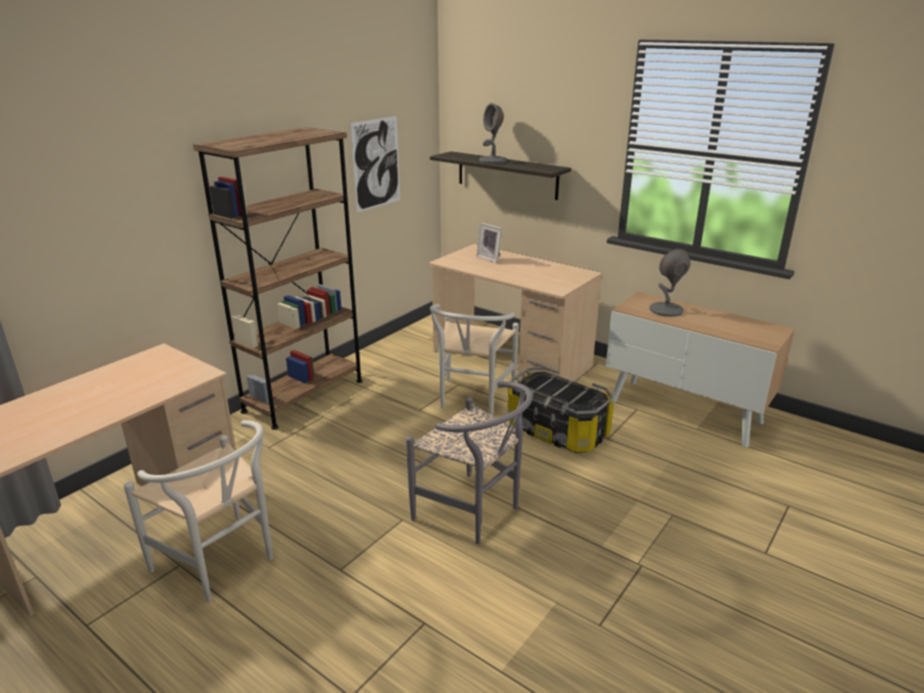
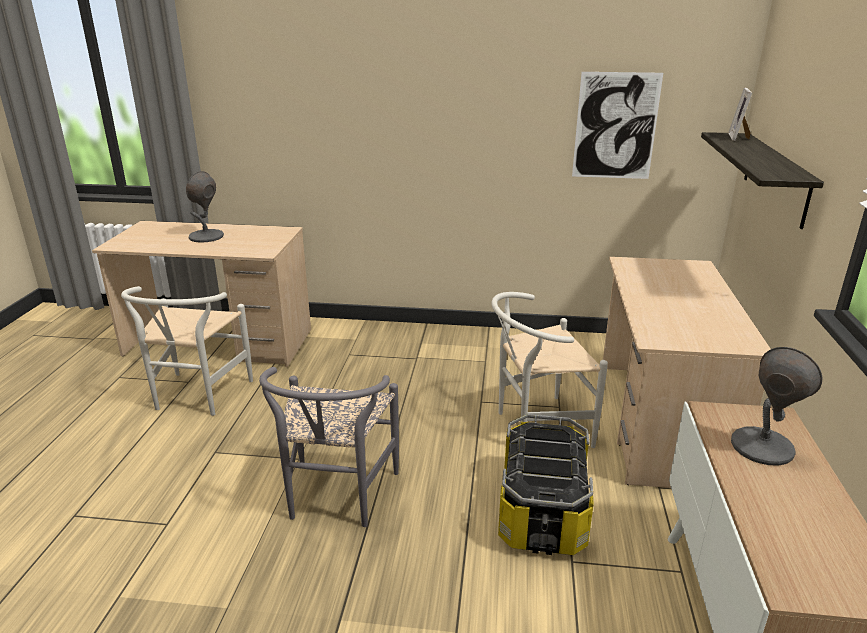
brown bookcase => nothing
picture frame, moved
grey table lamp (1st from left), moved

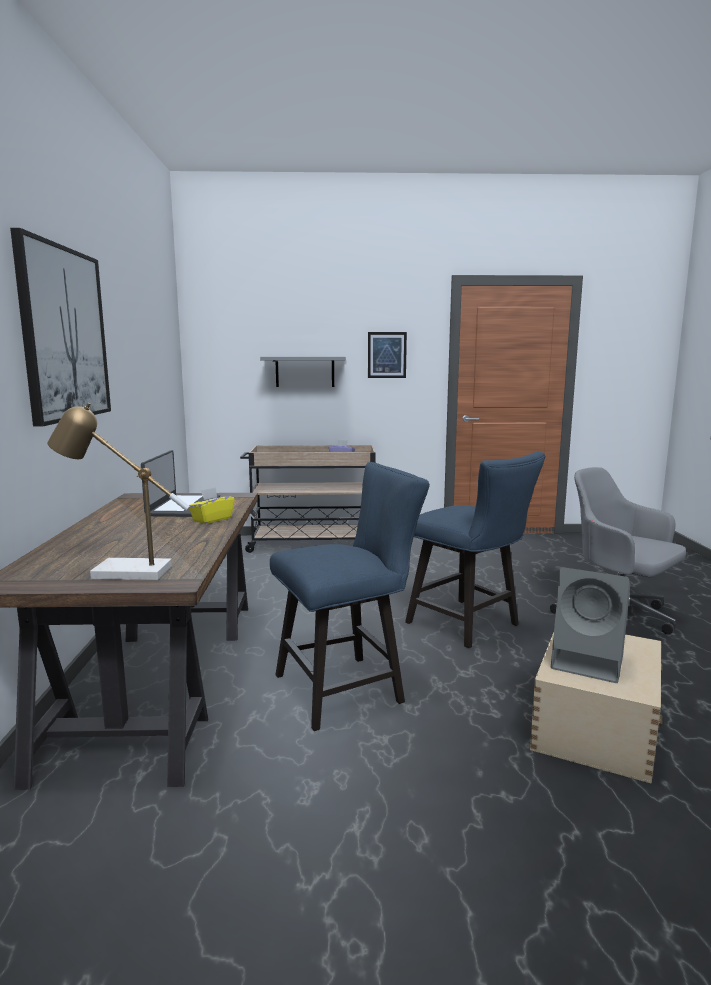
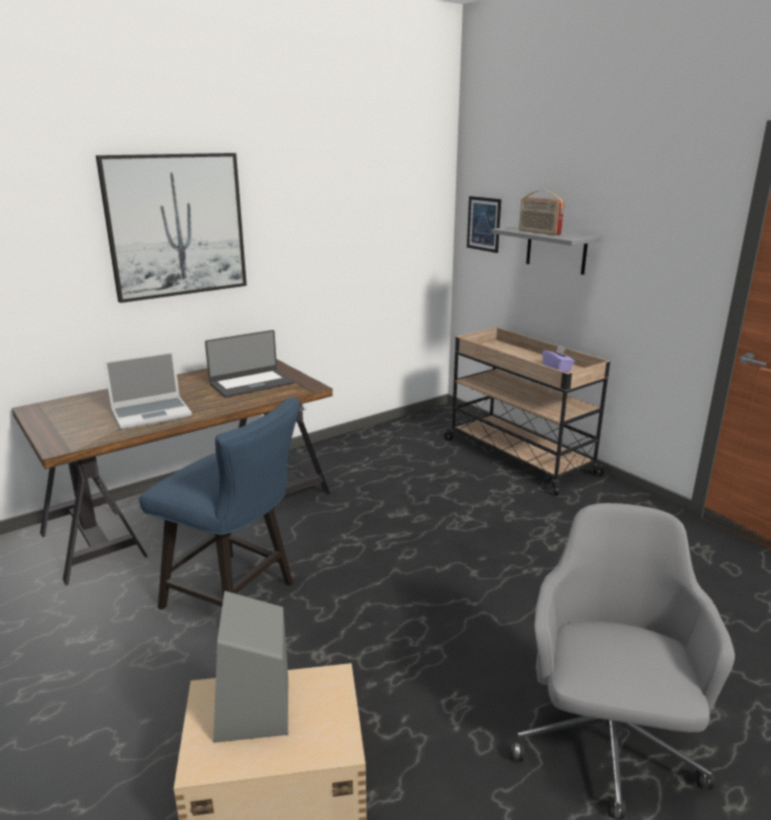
table lamp => nothing
yellow tissue box => nothing
picture (2nd from left), moved
blue chair (2nd from left) => nothing
nothing => laptop (1st from left)
nothing => radio

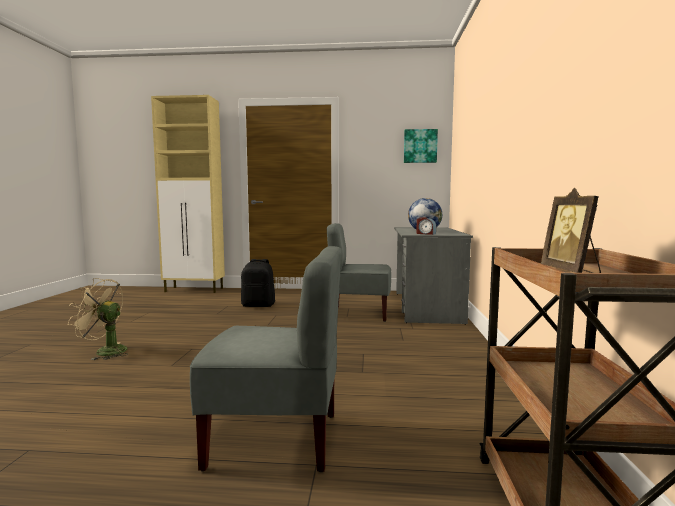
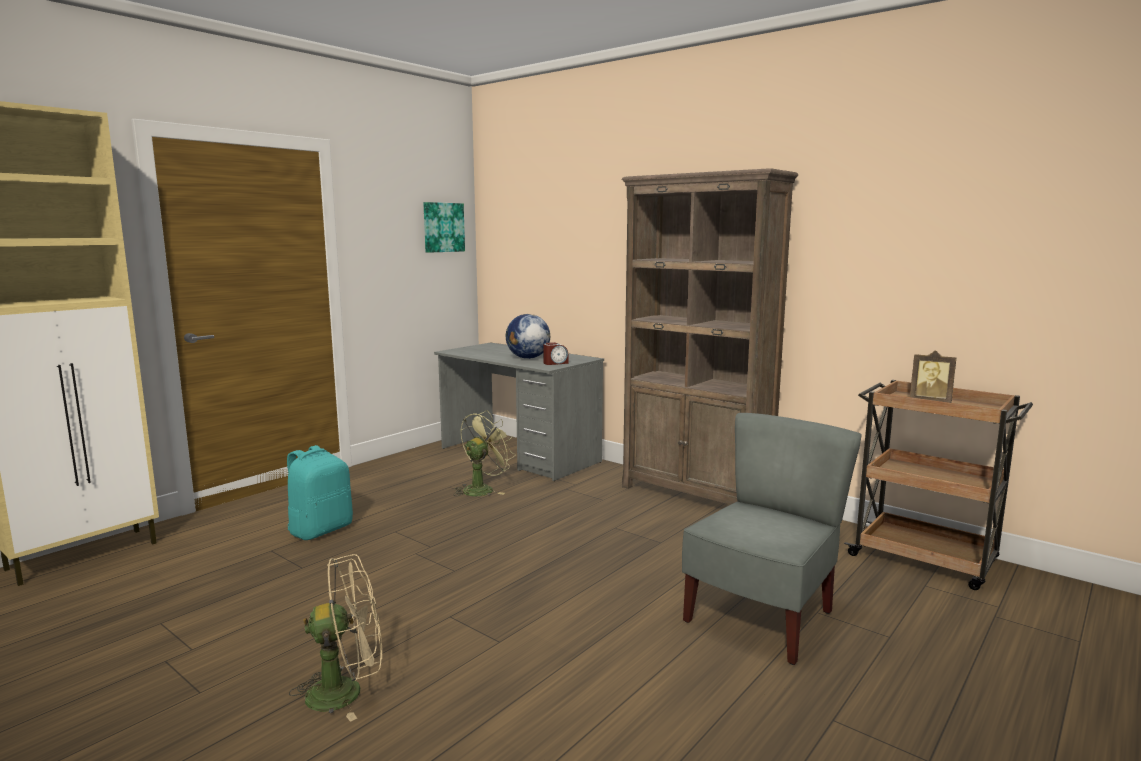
beige fan, 150 degrees counterclockwise
black backpack => turquoise backpack
grey chair (2nd from left) => green fan
nothing => brown bookcase

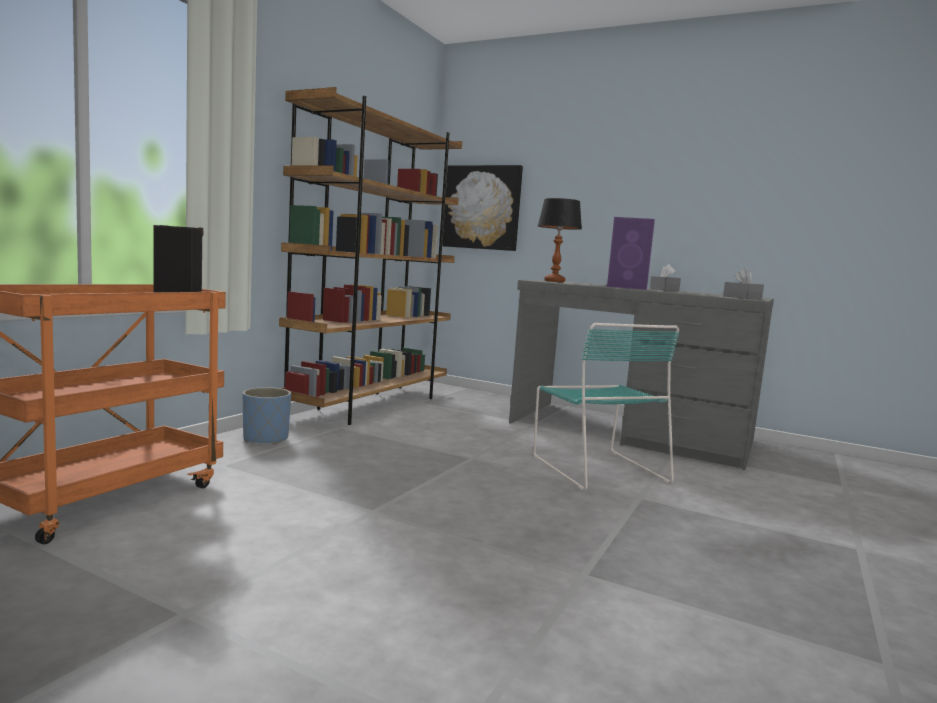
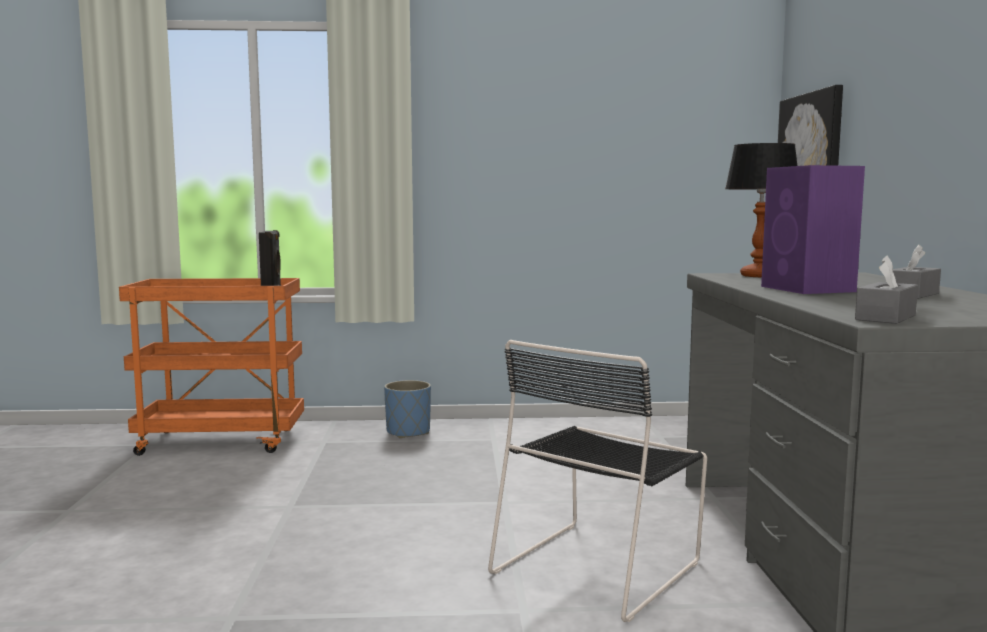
brown bookcase => nothing
turquoise chair => black chair

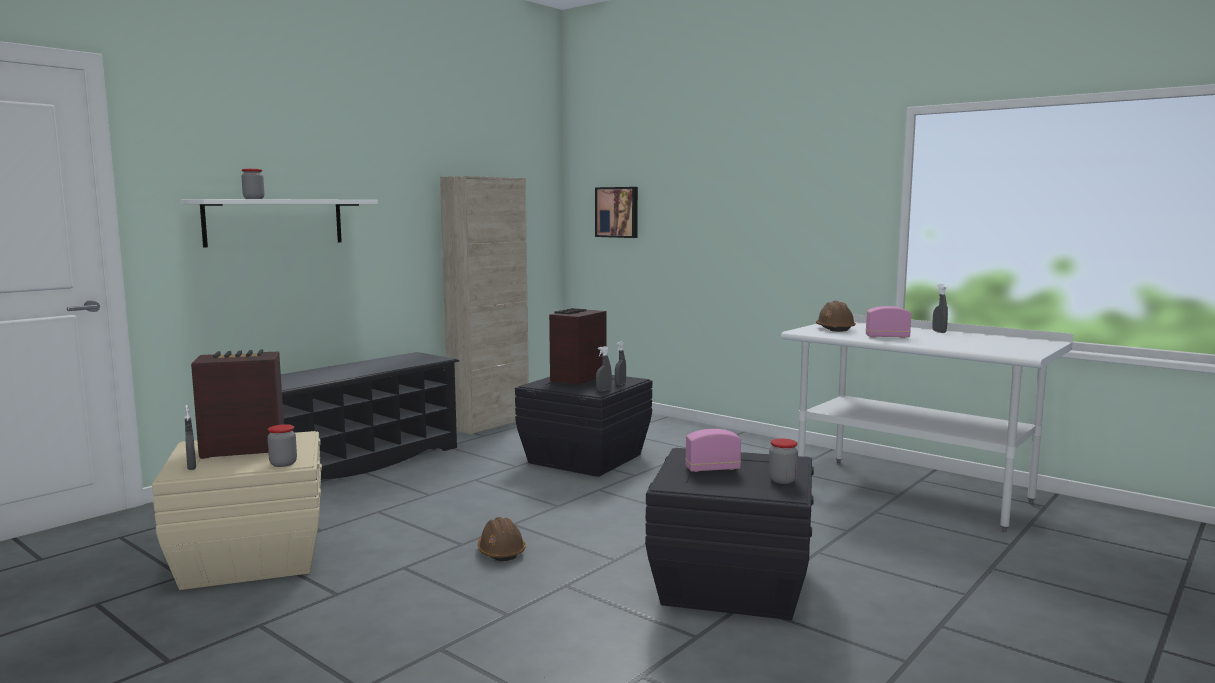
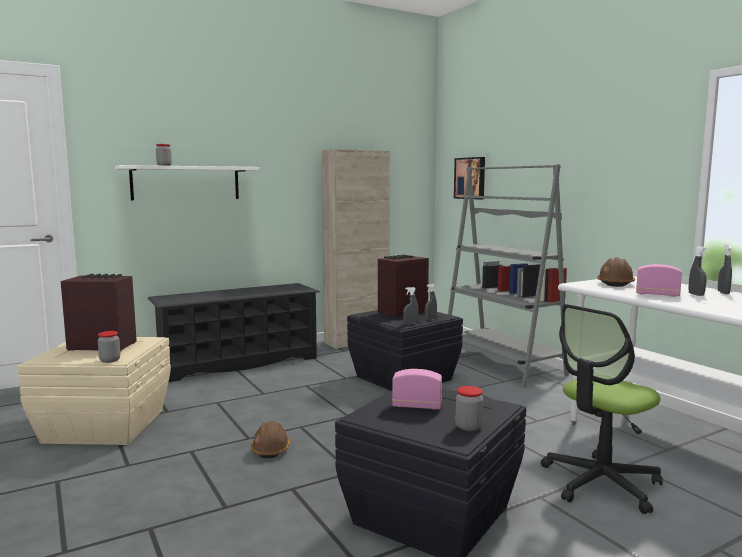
grey spray bottle (1st from left in the first image) => grey spray bottle (3rd from left), moved
nothing => grey bookcase
nothing => office chair

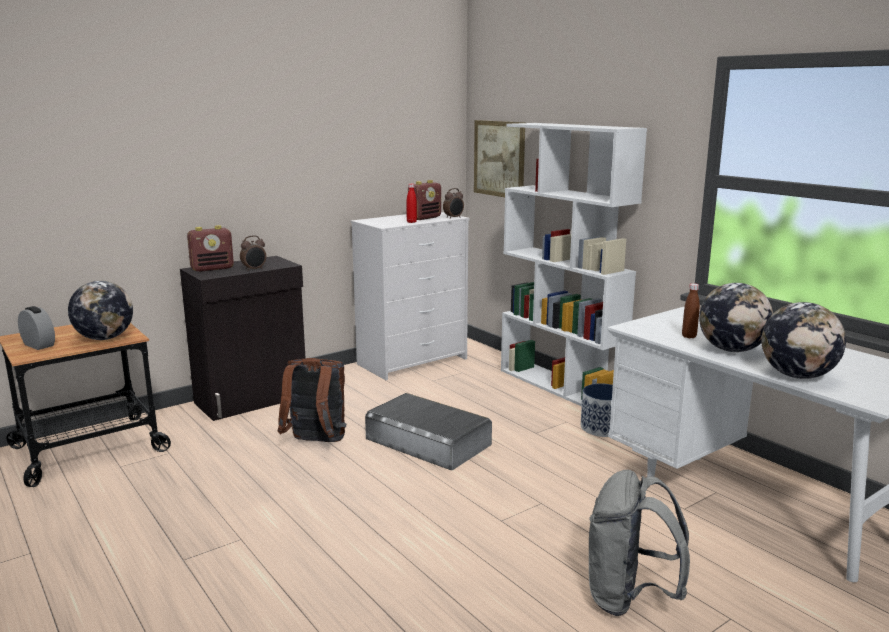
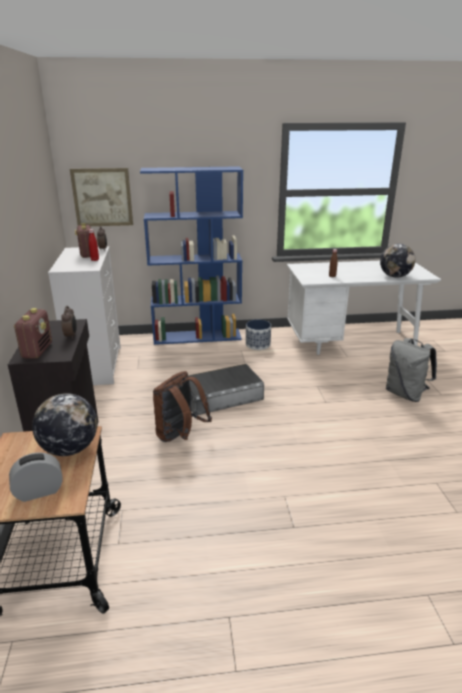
white bookcase => blue bookcase
globe (2nd from left) => nothing

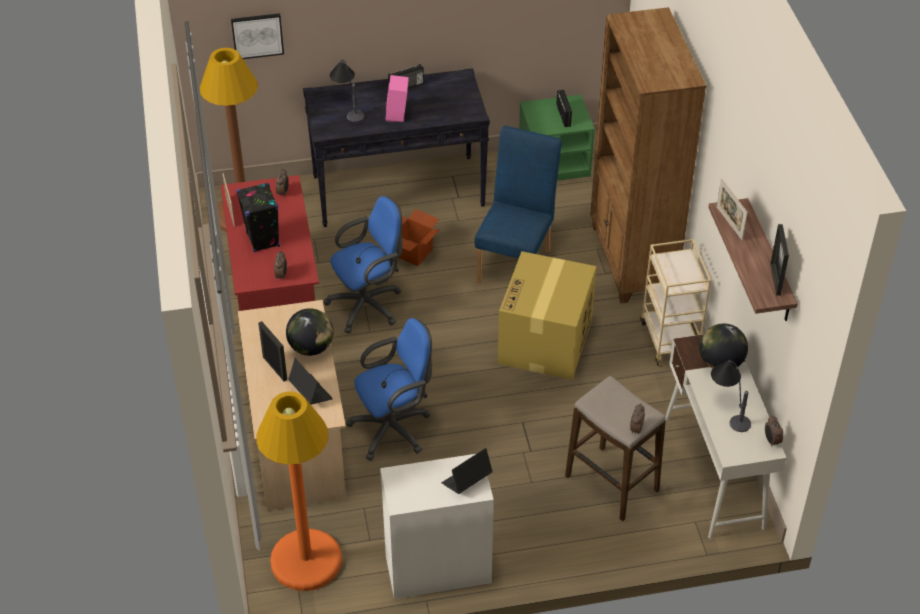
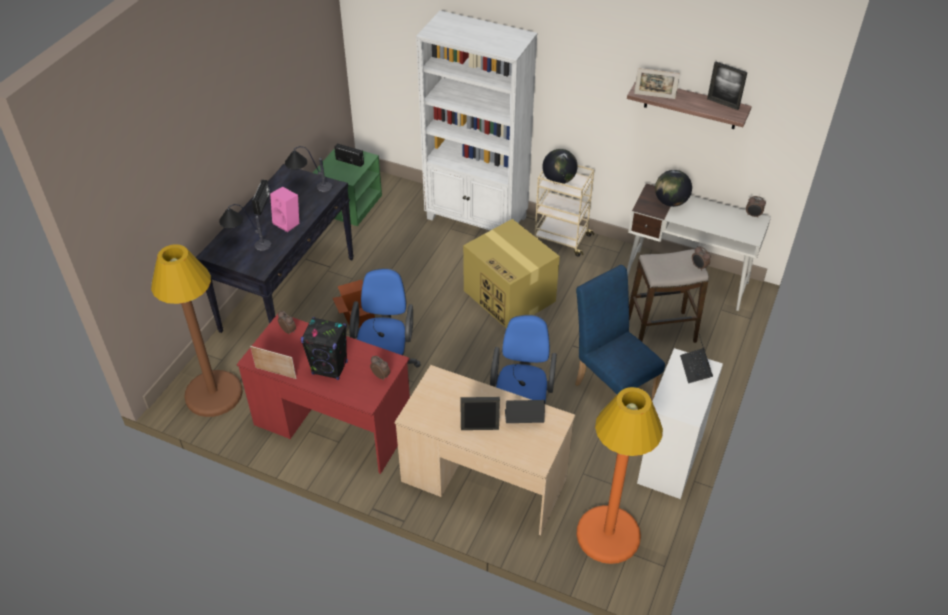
picture => nothing
globe (1st from left), moved
blue chair, moved
brown bookcase => white bookcase
table lamp (2nd from left), moved

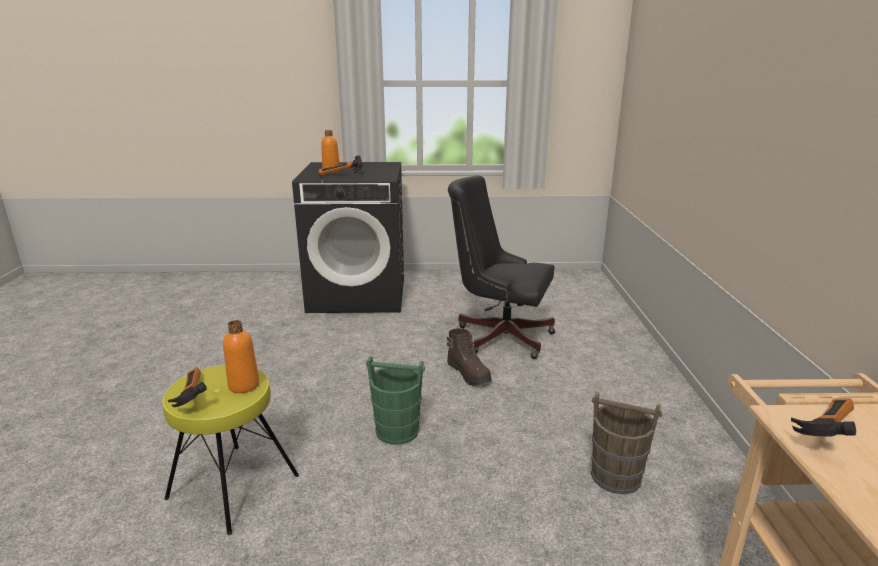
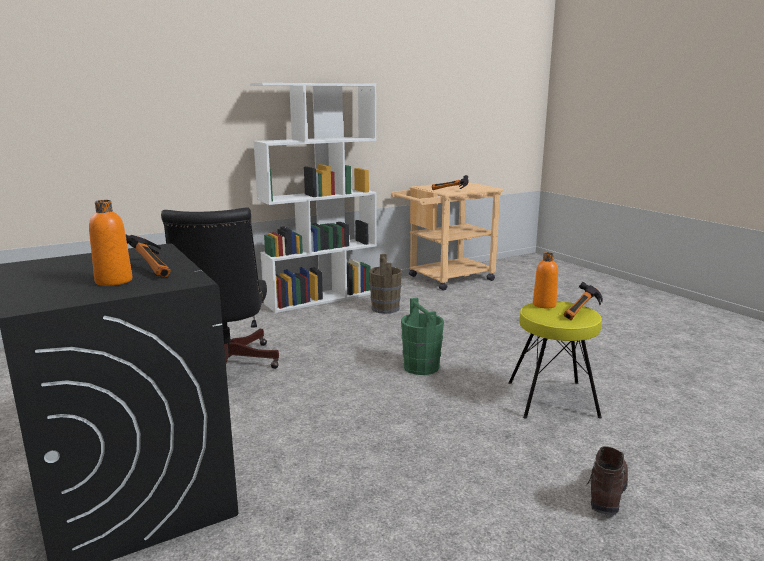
brown boot, moved
nothing => white bookcase

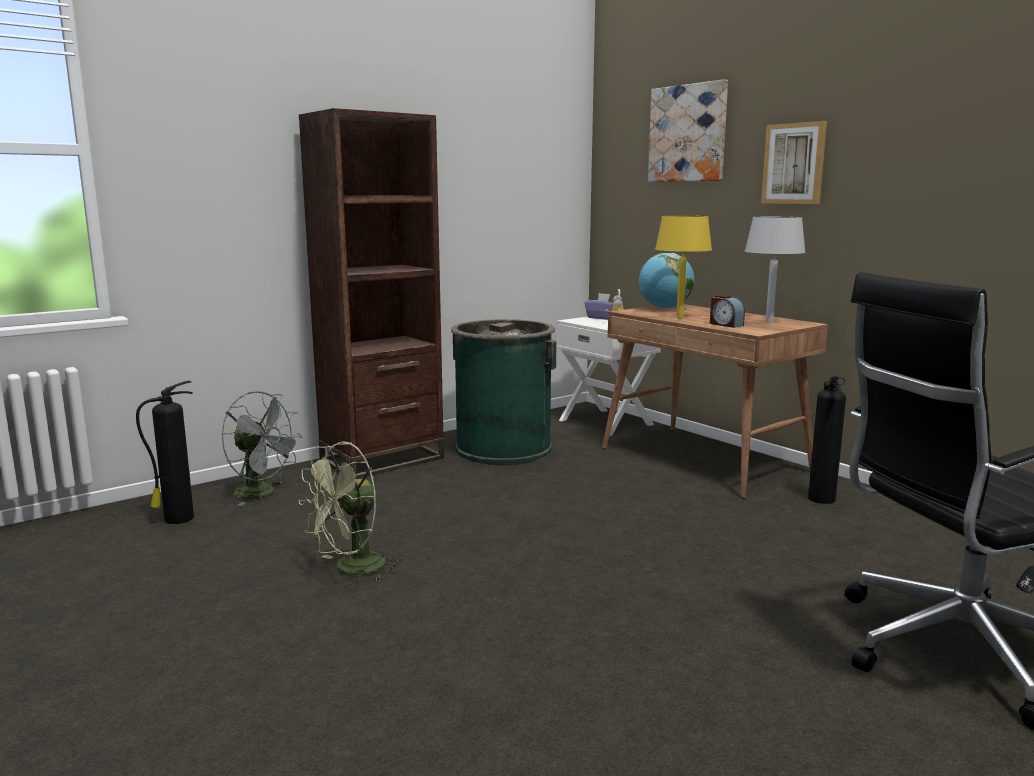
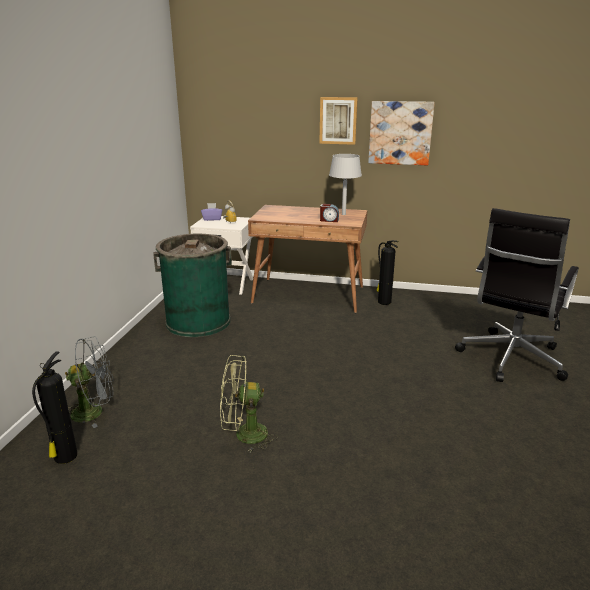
green fan, 75 degrees clockwise
brown bookcase => nothing
globe => nothing
picture (1st from left in the first image) => picture (2nd from left), moved
yellow table lamp => nothing

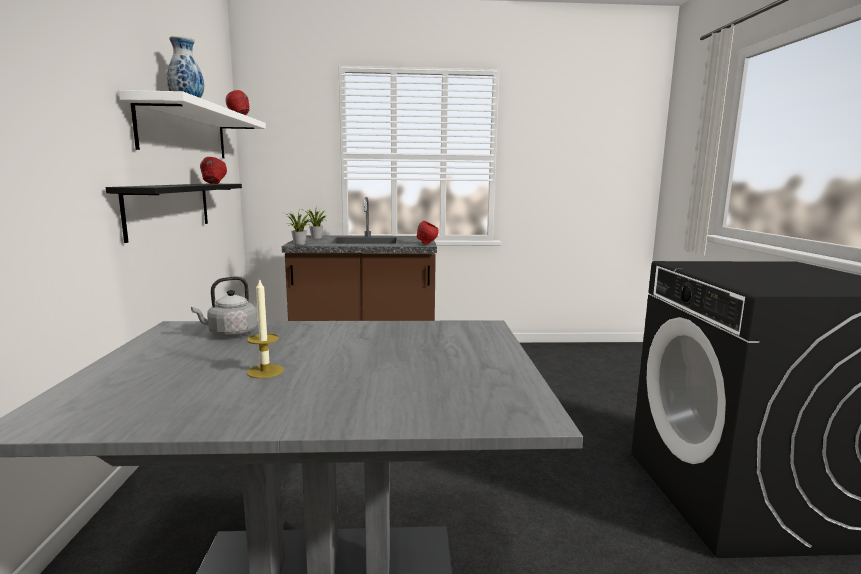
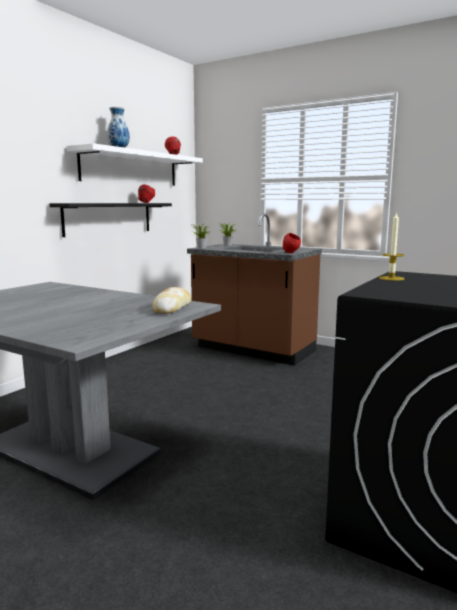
grey kettle => nothing
candle, moved
nothing => bread

